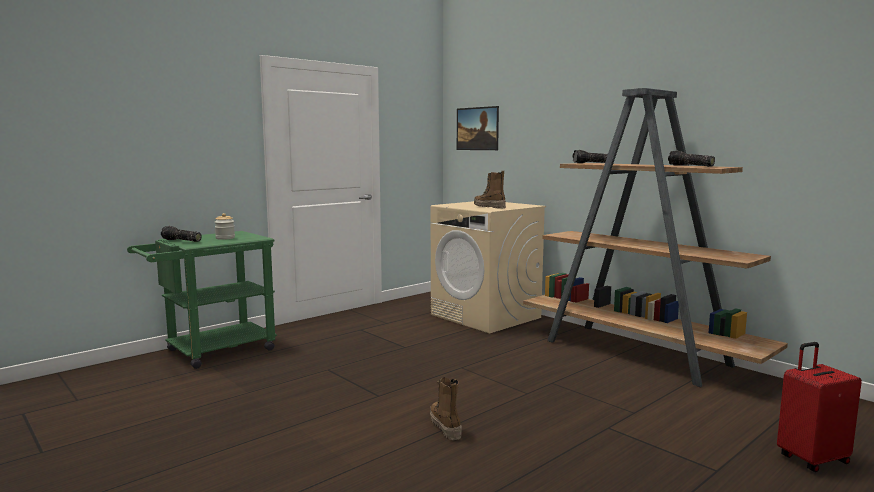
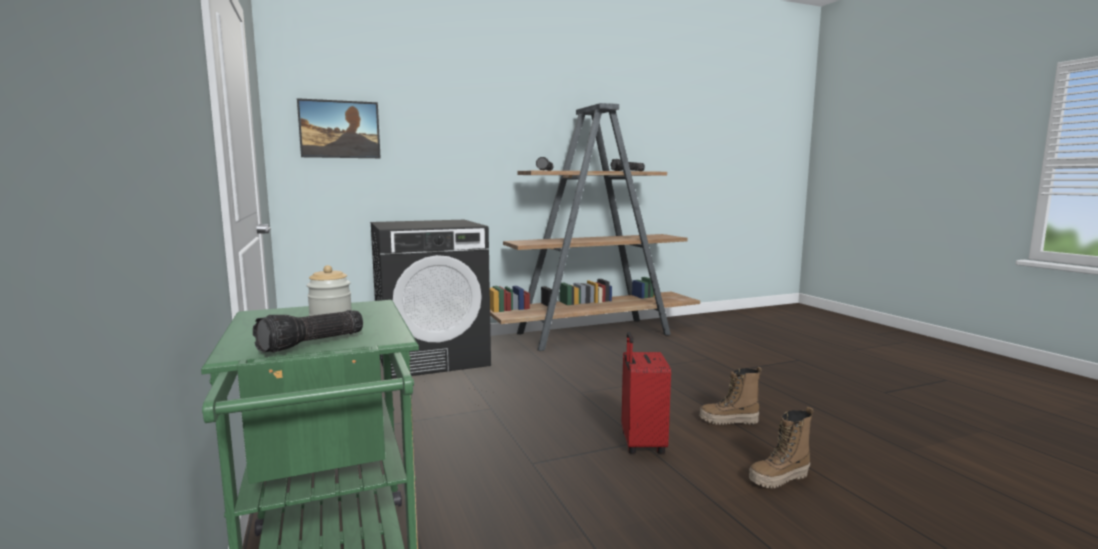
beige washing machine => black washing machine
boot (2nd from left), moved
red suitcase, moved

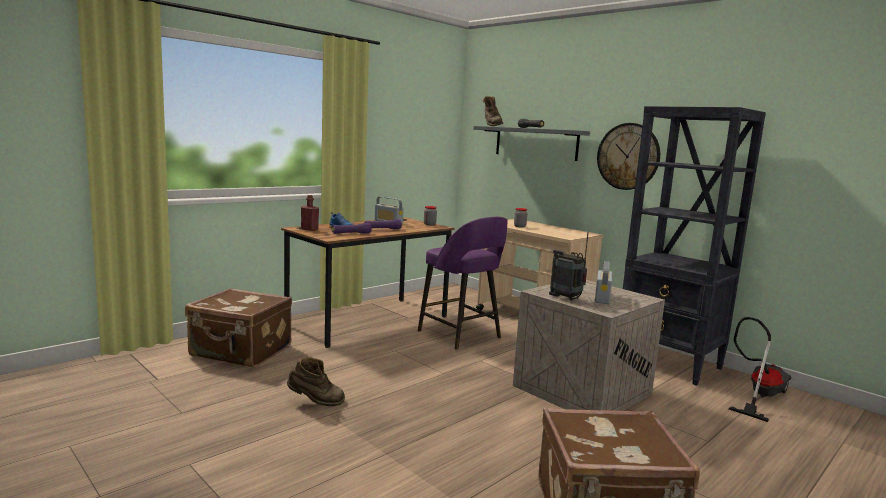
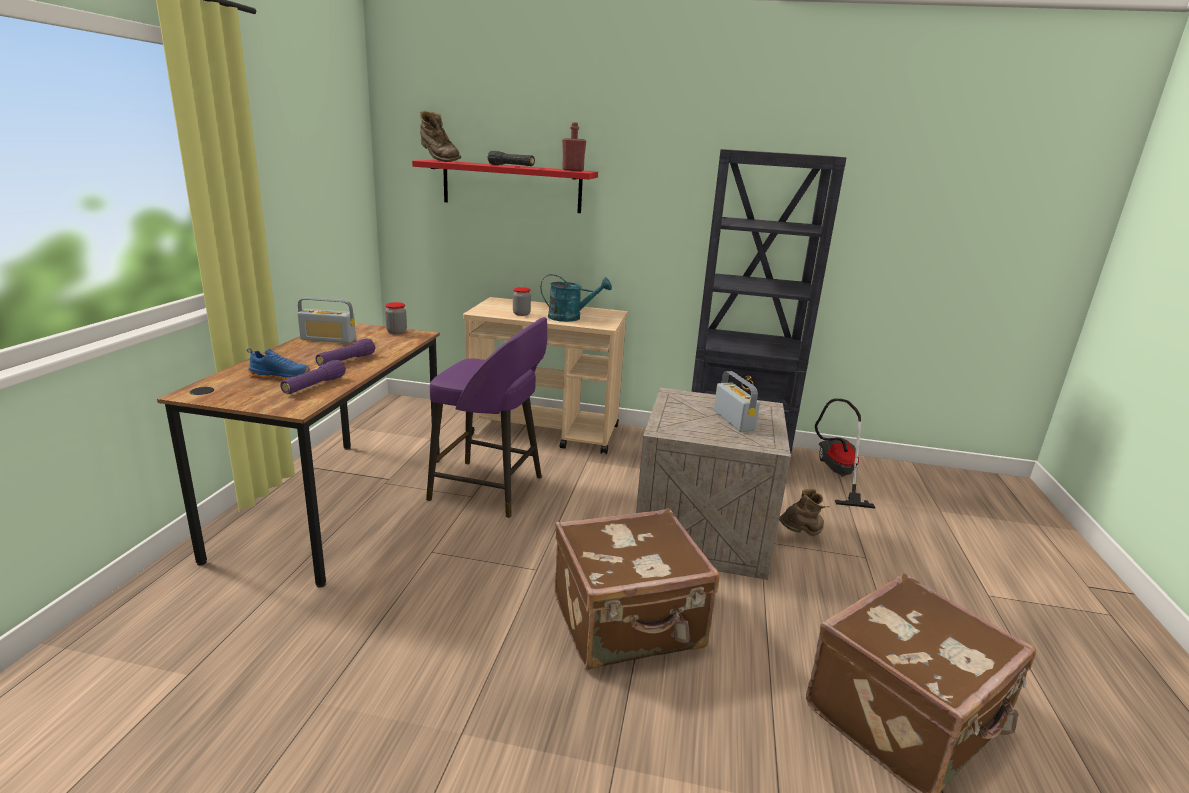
brown suitcase (1st from left), moved
brown boot (1st from left in the first image) => brown boot (2nd from left), moved
red bottle, moved
grey shelf => red shelf
radio (2nd from left) => nothing
wall clock => nothing
nothing => turquoise watering can

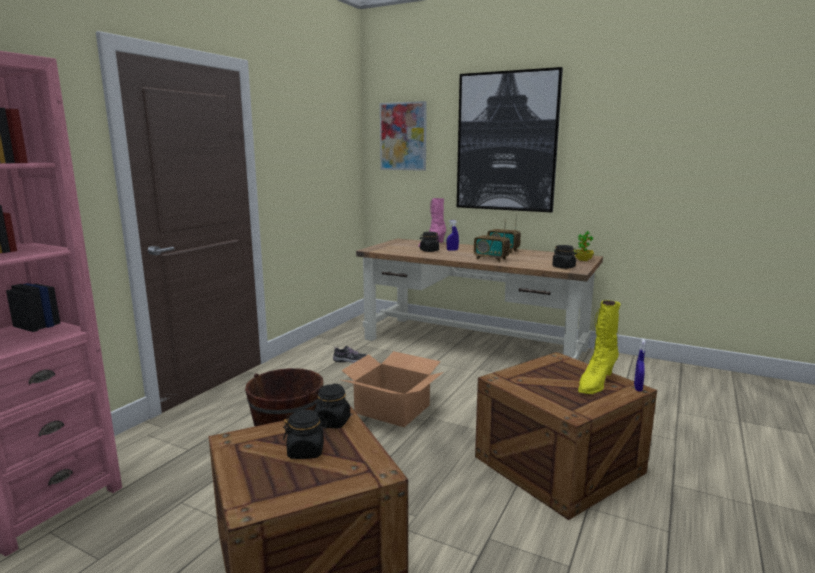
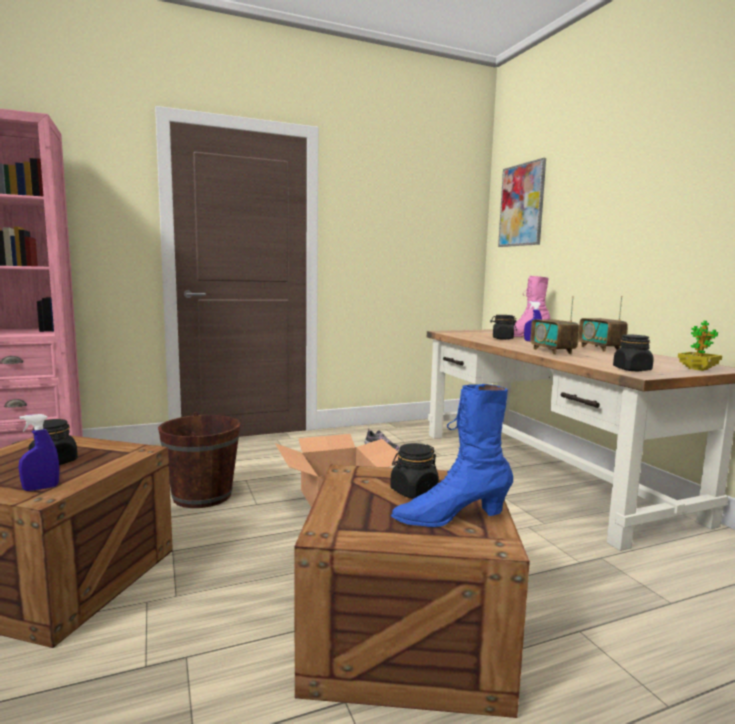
black jar (2nd from left), moved
picture (2nd from left) => nothing
yellow boot => blue boot
blue spray bottle (2nd from left in the first image) => blue spray bottle (1st from left), moved

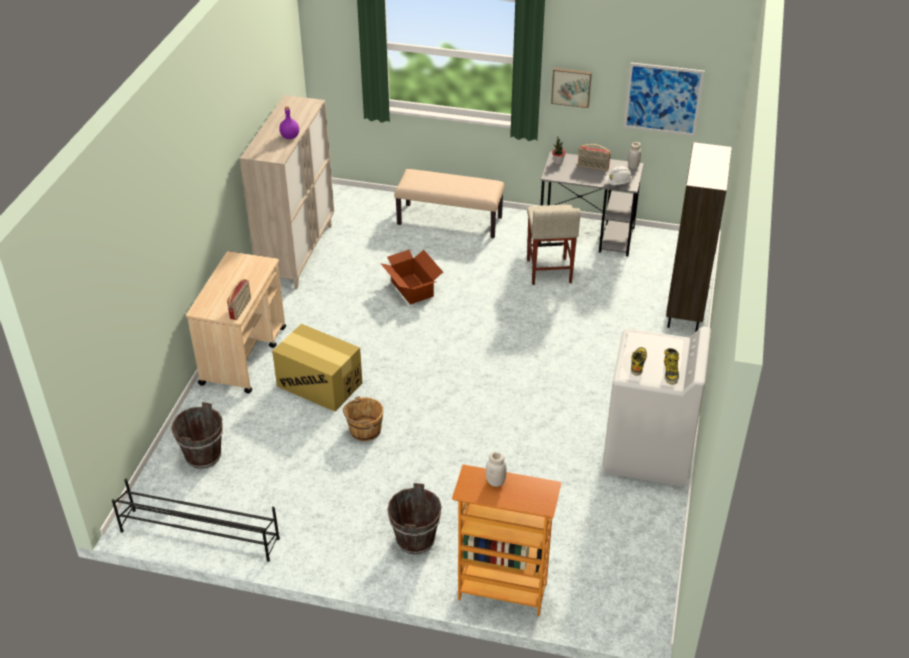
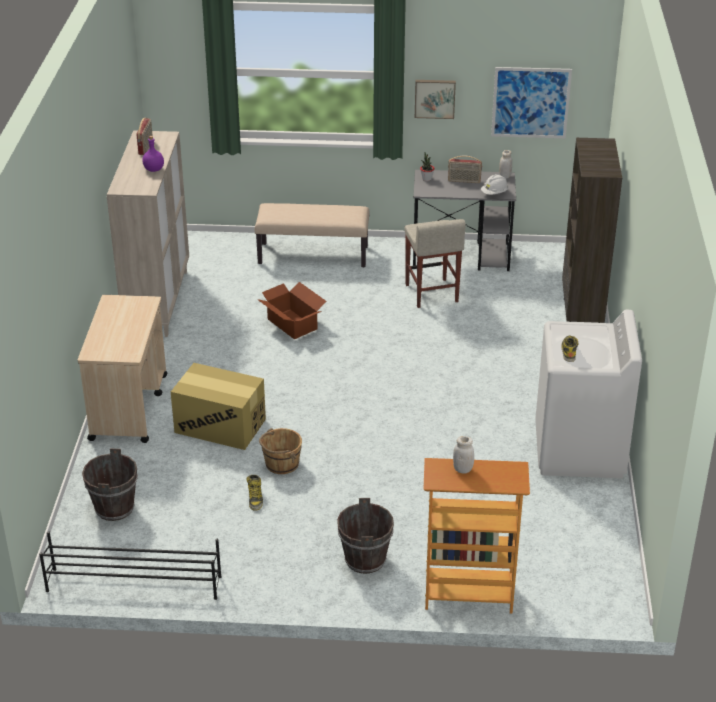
radio (1st from left), moved
boot (2nd from left in the first image) => boot (1st from left), moved

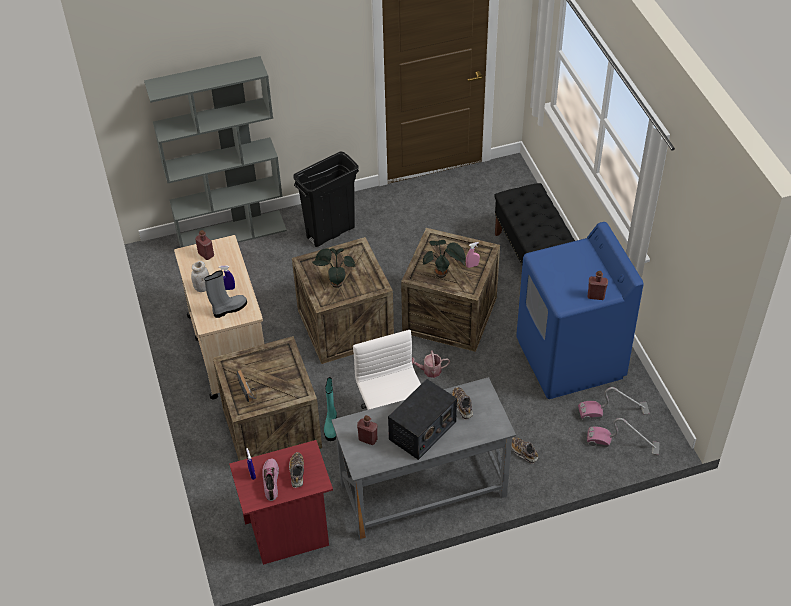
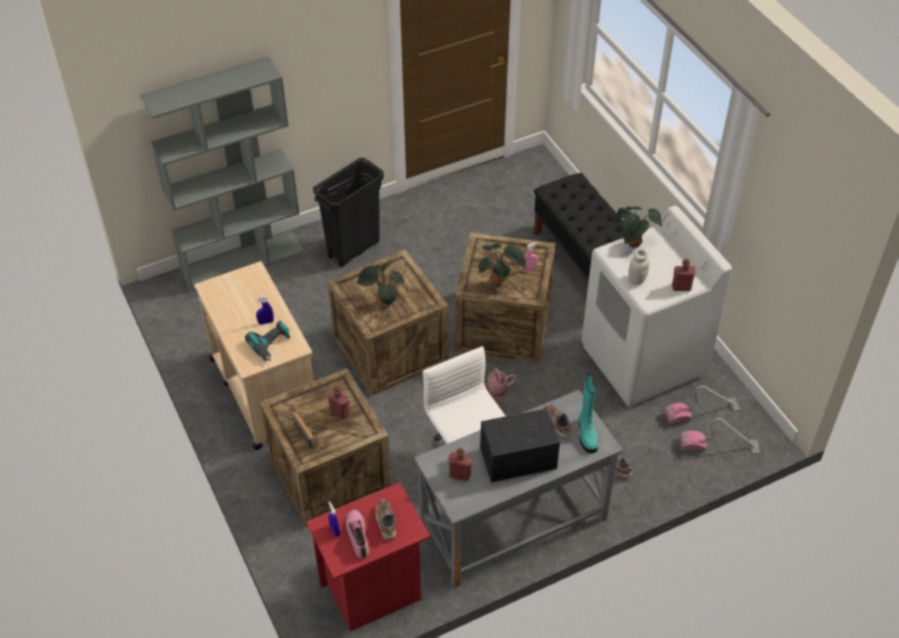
white jar, moved
red bottle (1st from left), moved
grey boot => power drill
turquoise boot, moved
radio (2nd from left), 135 degrees counterclockwise
blue washing machine => white washing machine
nothing => potted plant (3rd from left)

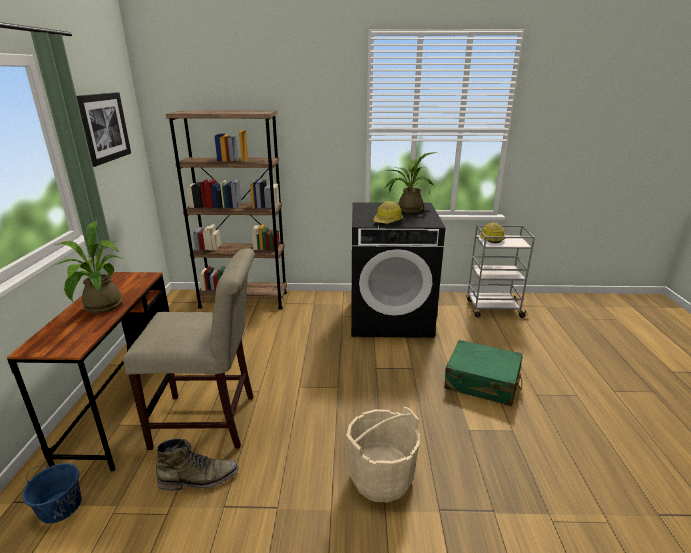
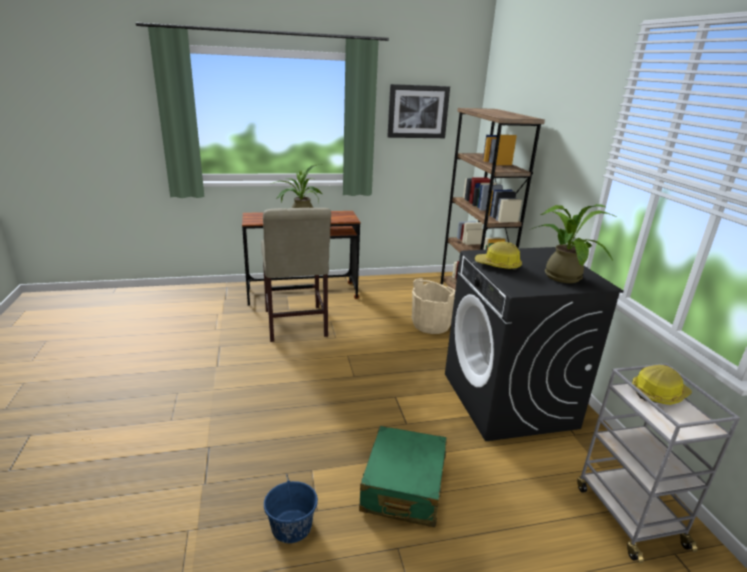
blue bucket, moved
green boot => nothing
beige bucket, moved

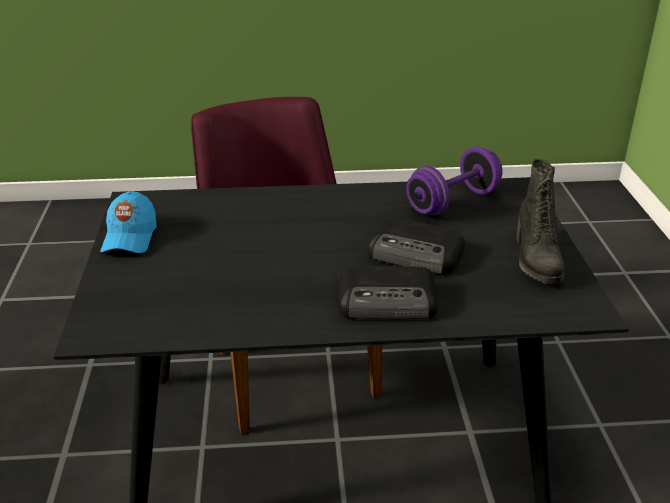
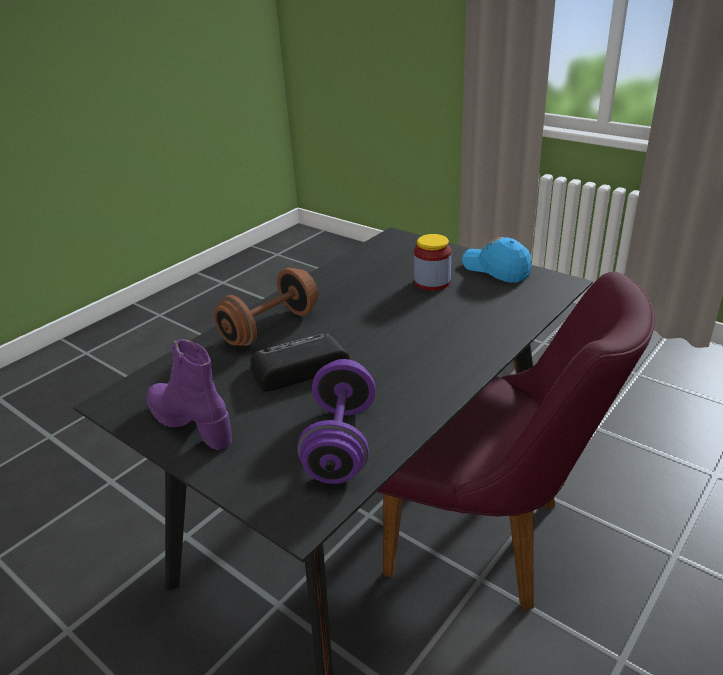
radio (1st from left) => brown dumbbell
black boot => purple boot
nothing => jar

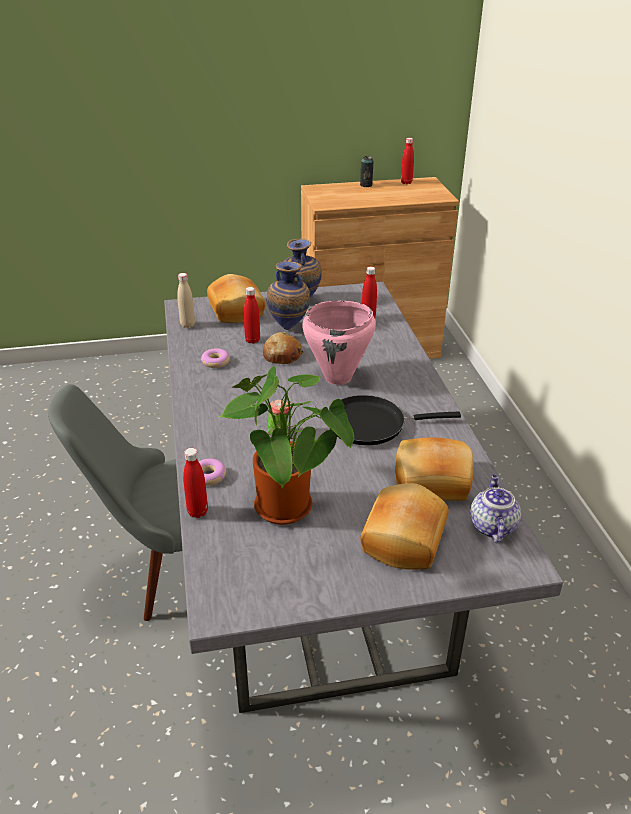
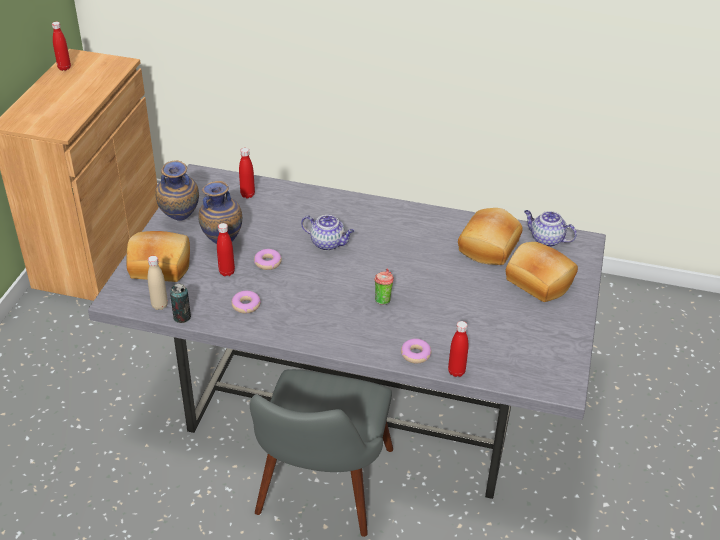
potted plant => nothing
bread (2nd from left) => donut (2nd from left)
pink cooking pot => teapot (1st from left)
black frying pan => nothing
can, moved

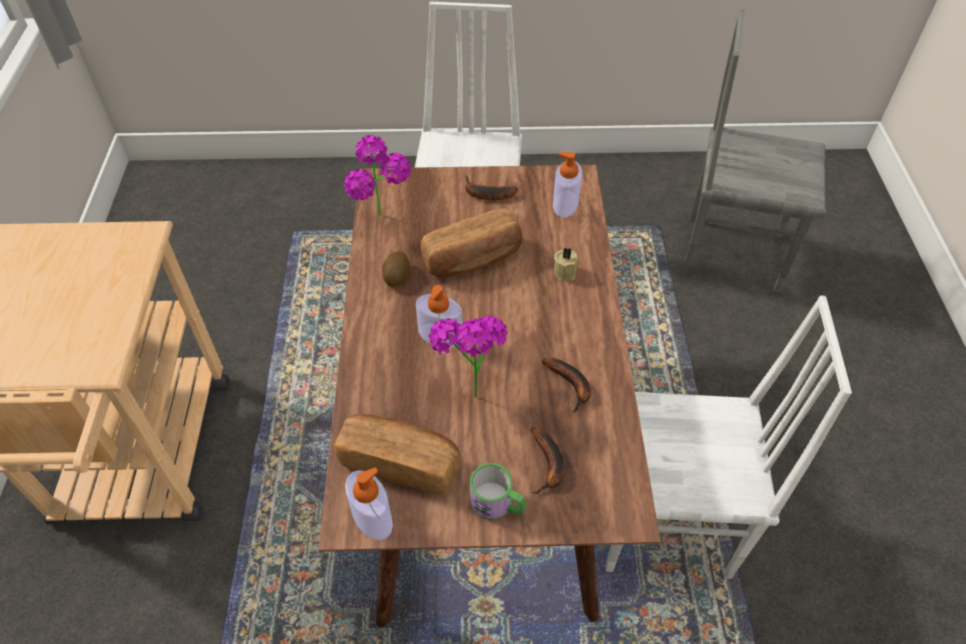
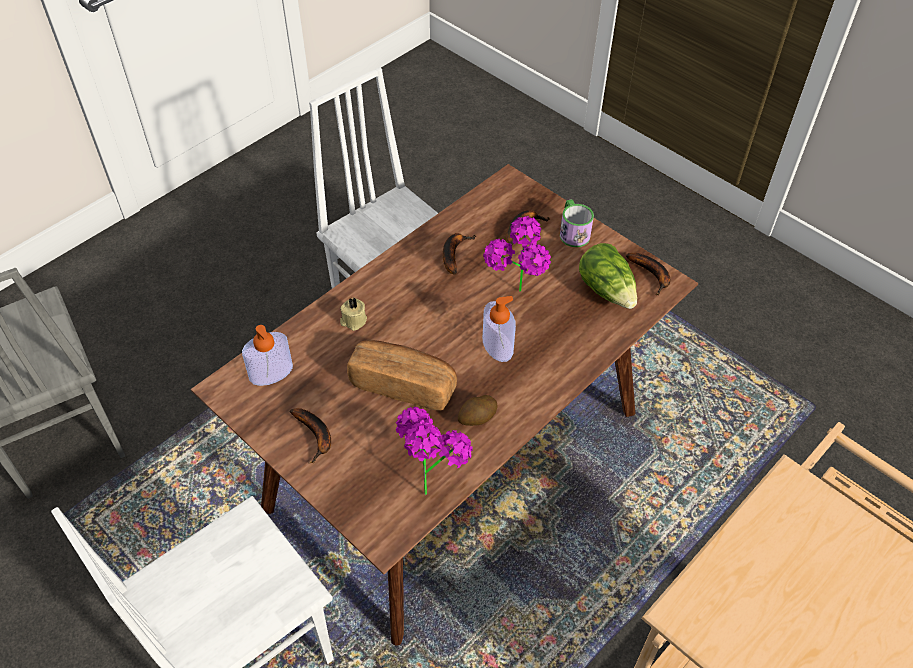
bread (1st from left) => lettuce
soap dispenser (1st from left) => banana (4th from left)

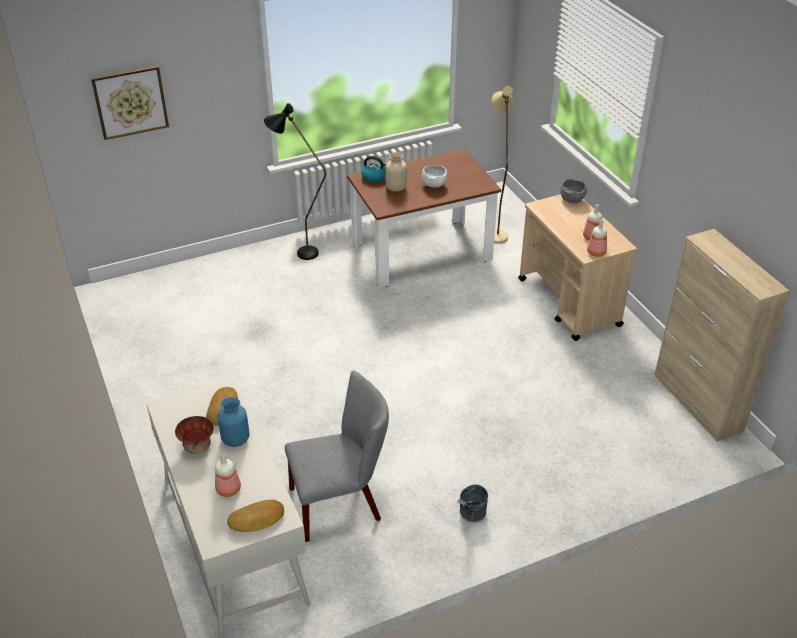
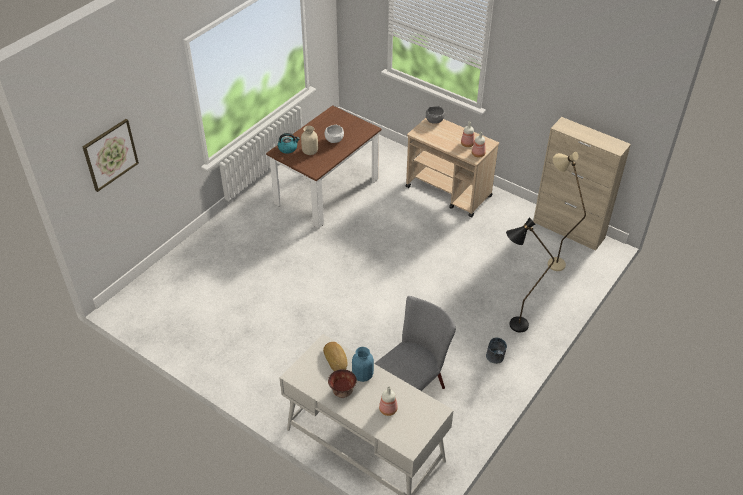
bread (2nd from left) => nothing
black floor lamp, moved
beige floor lamp, moved

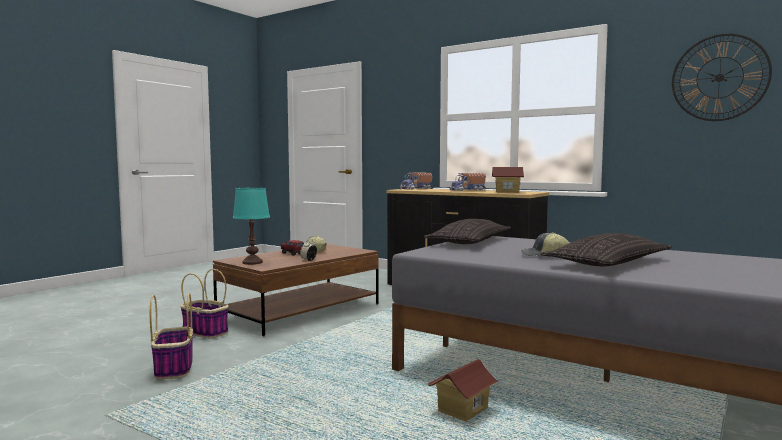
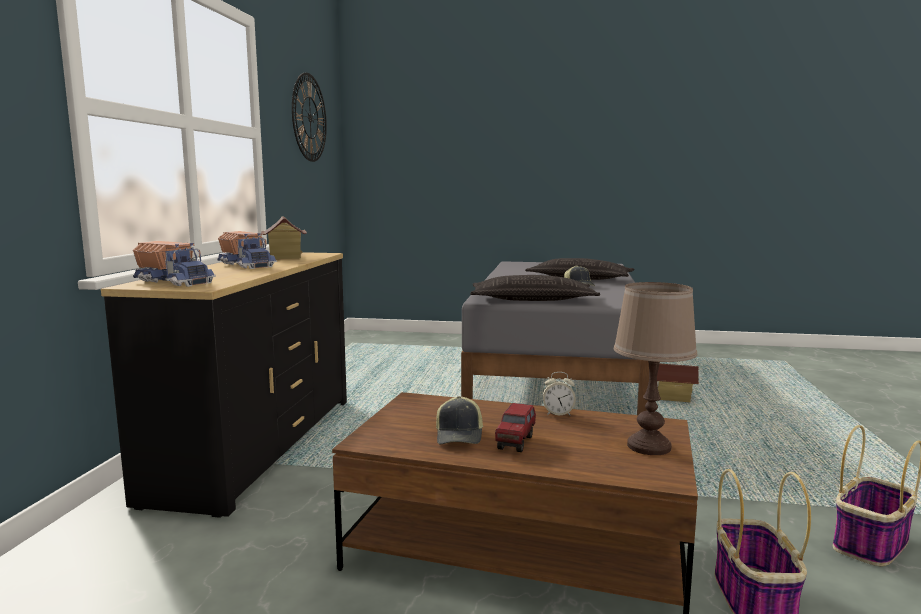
turquoise table lamp => brown table lamp

